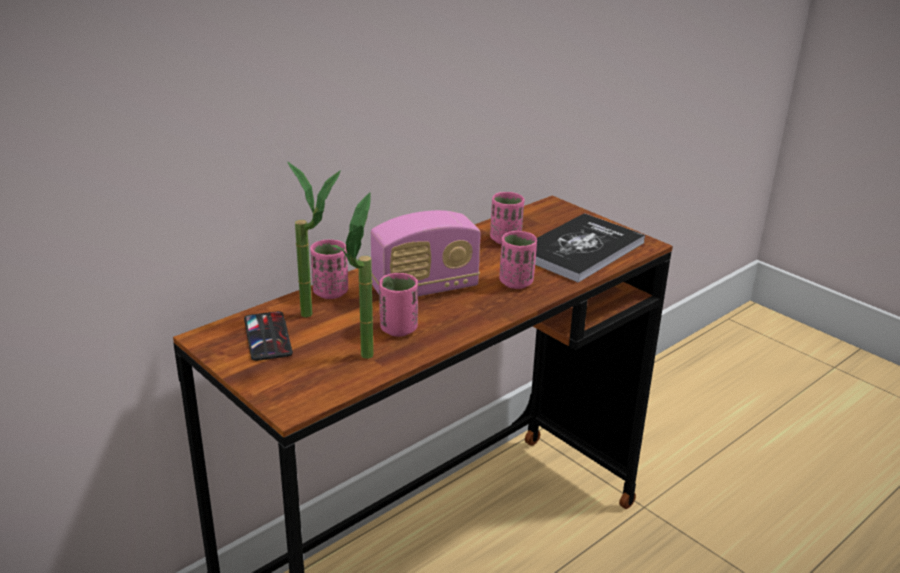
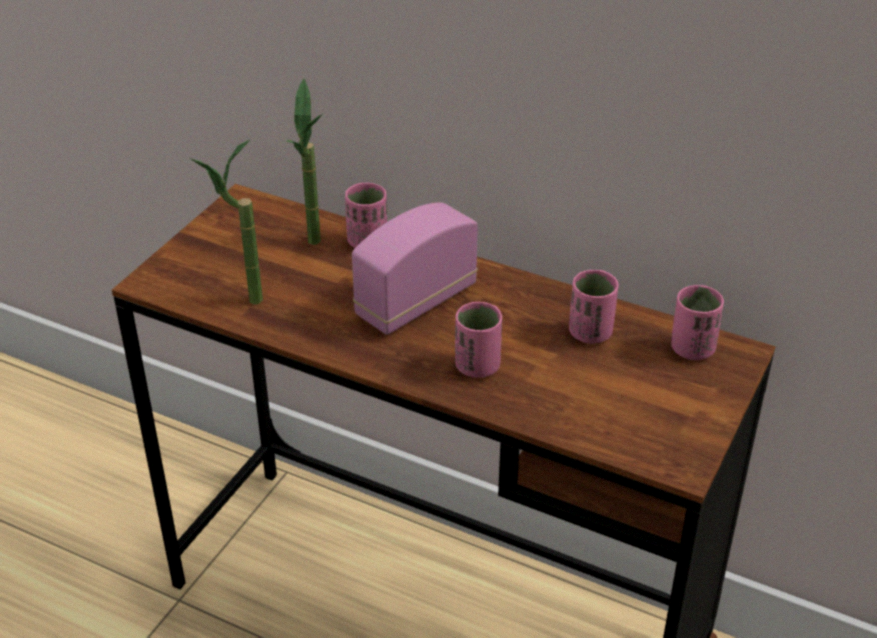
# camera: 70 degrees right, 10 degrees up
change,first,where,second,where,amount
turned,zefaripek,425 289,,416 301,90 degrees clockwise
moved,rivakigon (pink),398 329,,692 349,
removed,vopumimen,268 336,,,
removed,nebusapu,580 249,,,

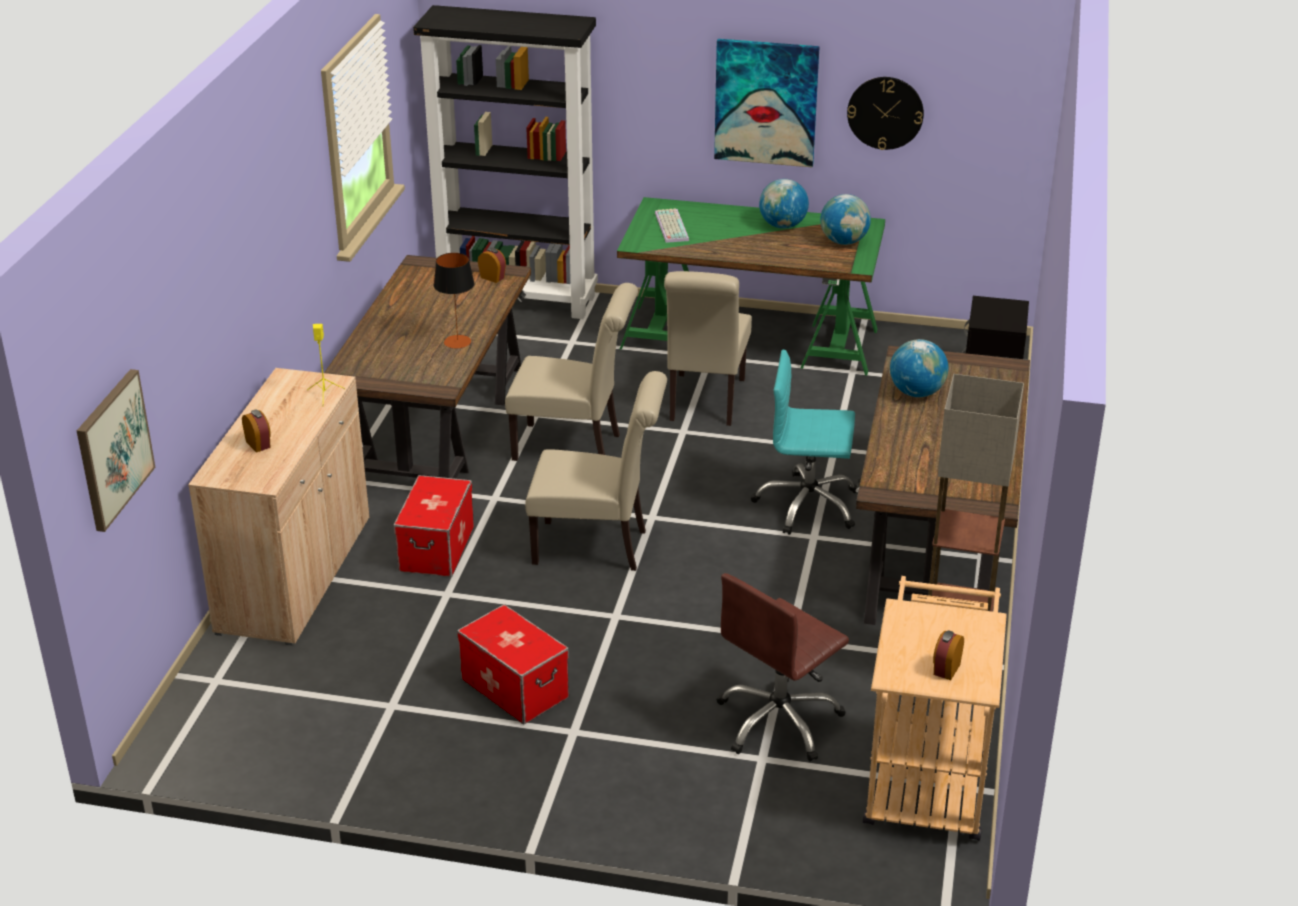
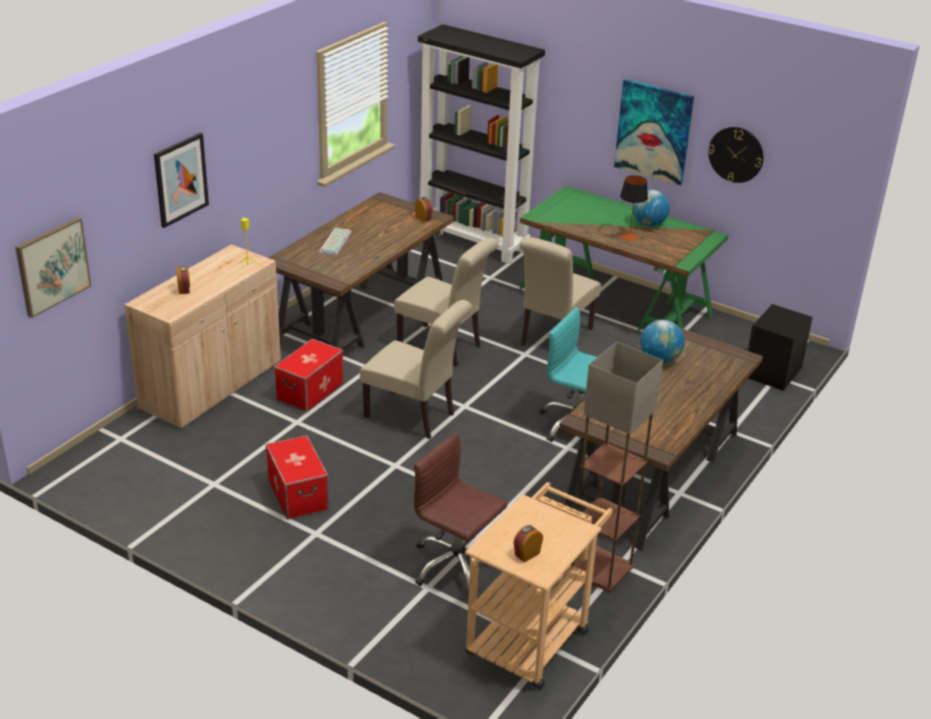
# camera: 20 degrees right, 0 degrees up
change,first,where,second,where,amount
added,,,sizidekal,180 179,
moved,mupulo,670 226,,334 242,
turned,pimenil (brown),779 721,,456 566,60 degrees clockwise
moved,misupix,457 342,,629 236,
removed,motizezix,844 242,,,

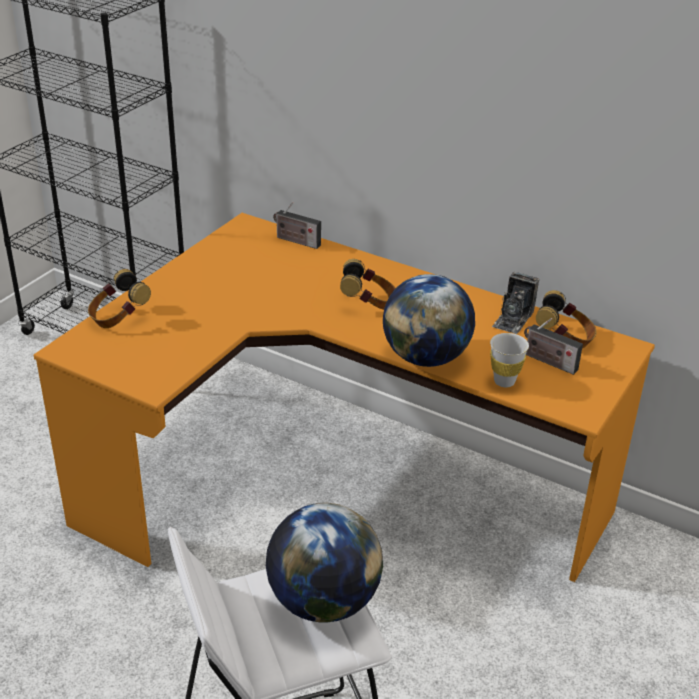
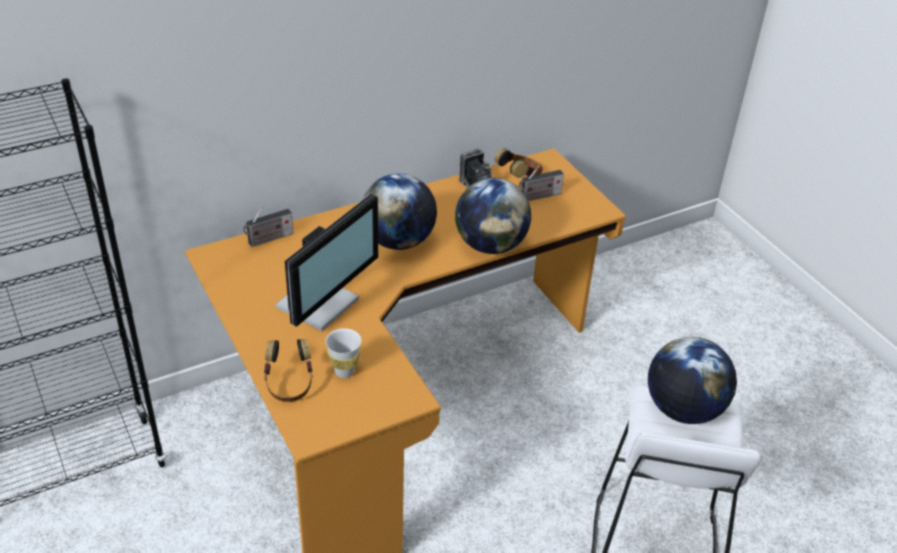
# camera: 60 degrees left, 5 degrees up
change,first,where,second,where,amount
added,,,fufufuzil,321 304,
moved,rivakigon (white),504 381,,344 371,
replaced,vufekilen,369 304,motizezix,398 241,

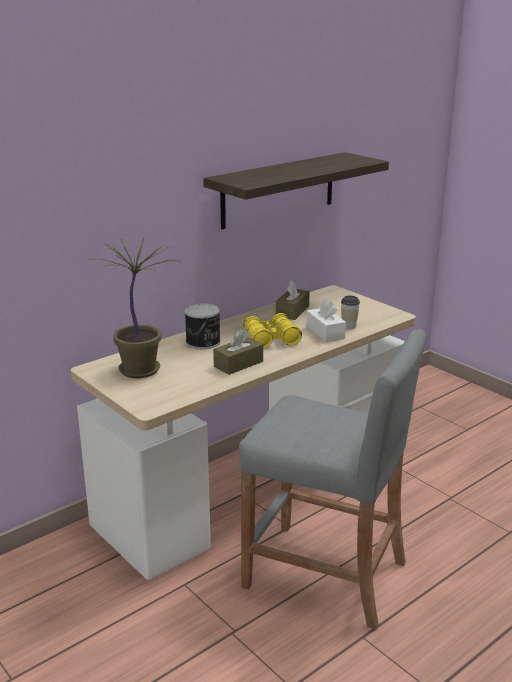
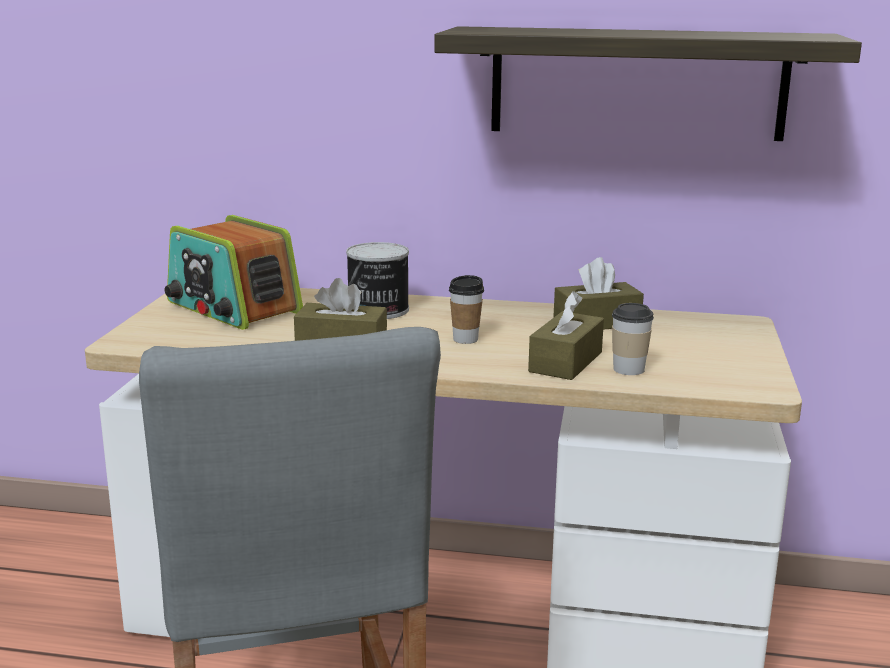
# camera: 50 degrees right, 5 degrees down
change,first,where,second,where,amount
replaced,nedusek,141 370,zefaripek,233 308,
replaced,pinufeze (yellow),271 339,rivakigon,465 339,
recoloured,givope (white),325 332,givope (brown),565 362,

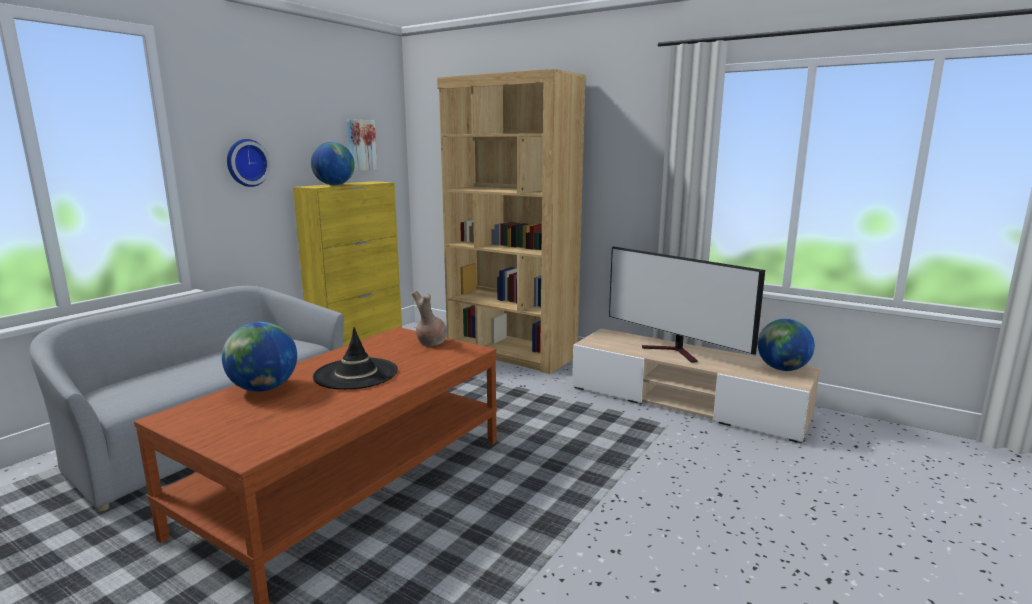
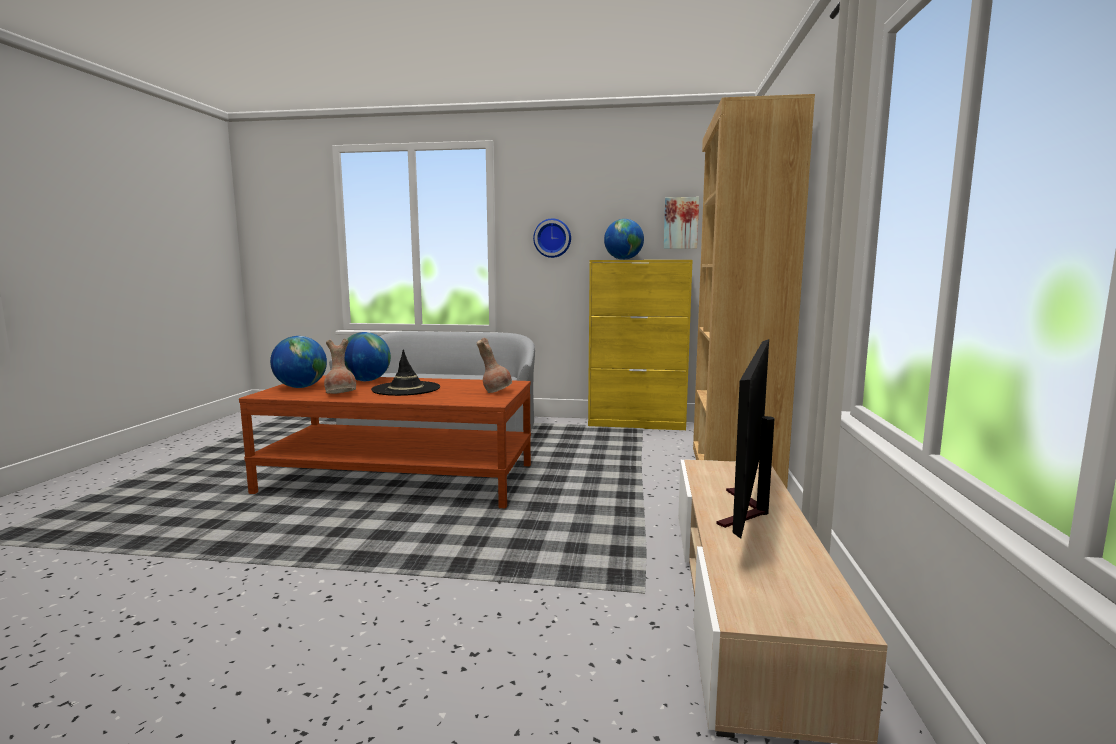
# camera: 65 degrees right, 5 degrees down
change,first,where,second,where,amount
moved,motizezix,782 369,,300 387,
added,,,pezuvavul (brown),341 394,

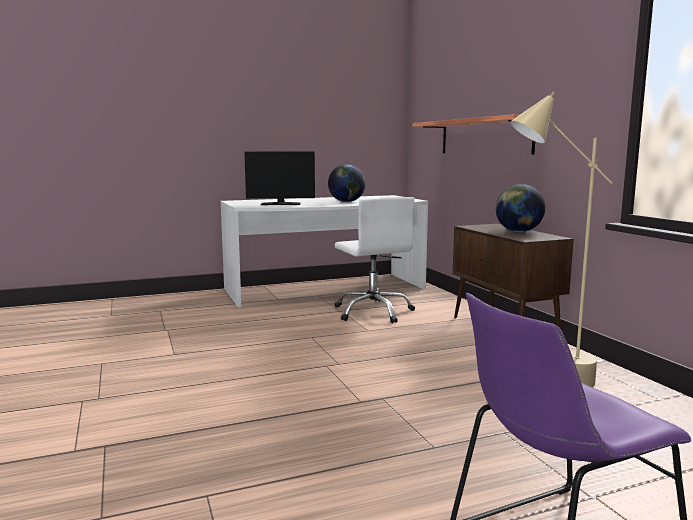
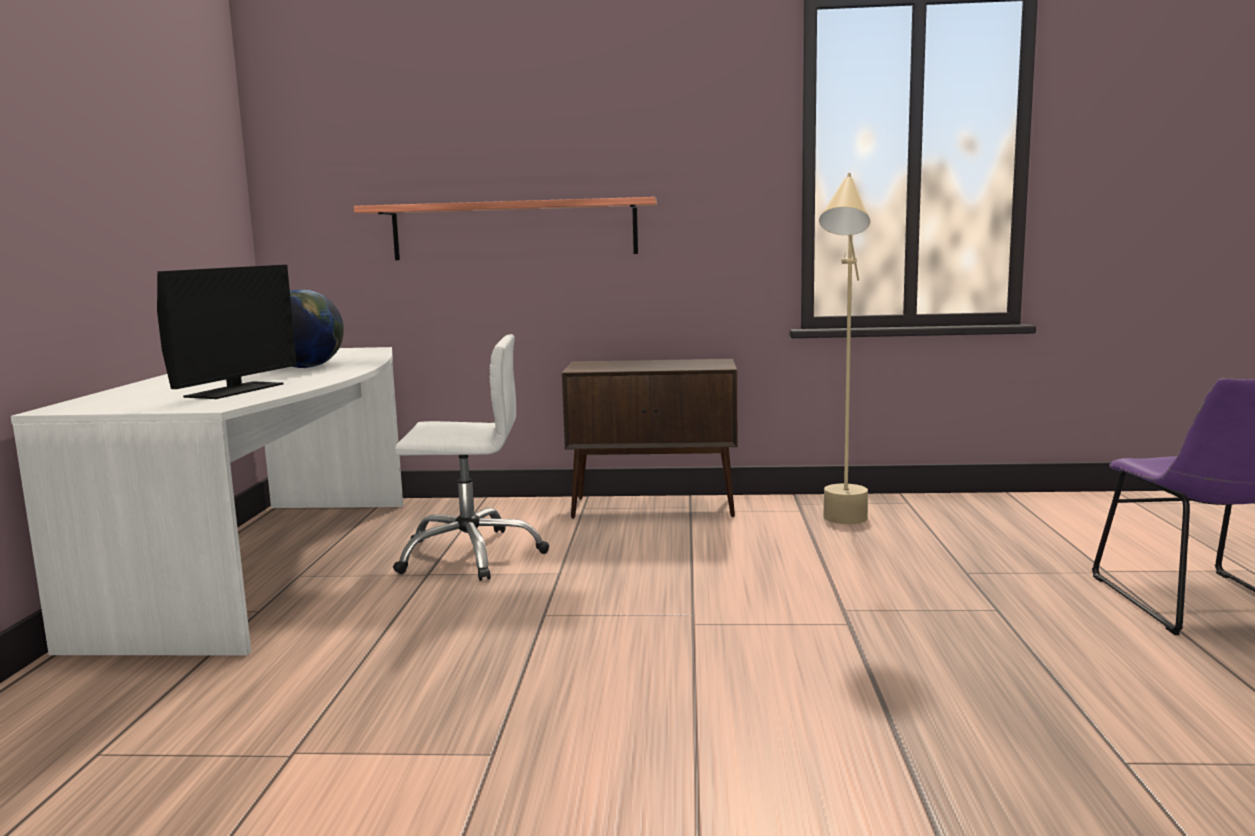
# camera: 65 degrees left, 0 degrees up
change,first,where,second,where,amount
removed,motizezix,518 231,,,

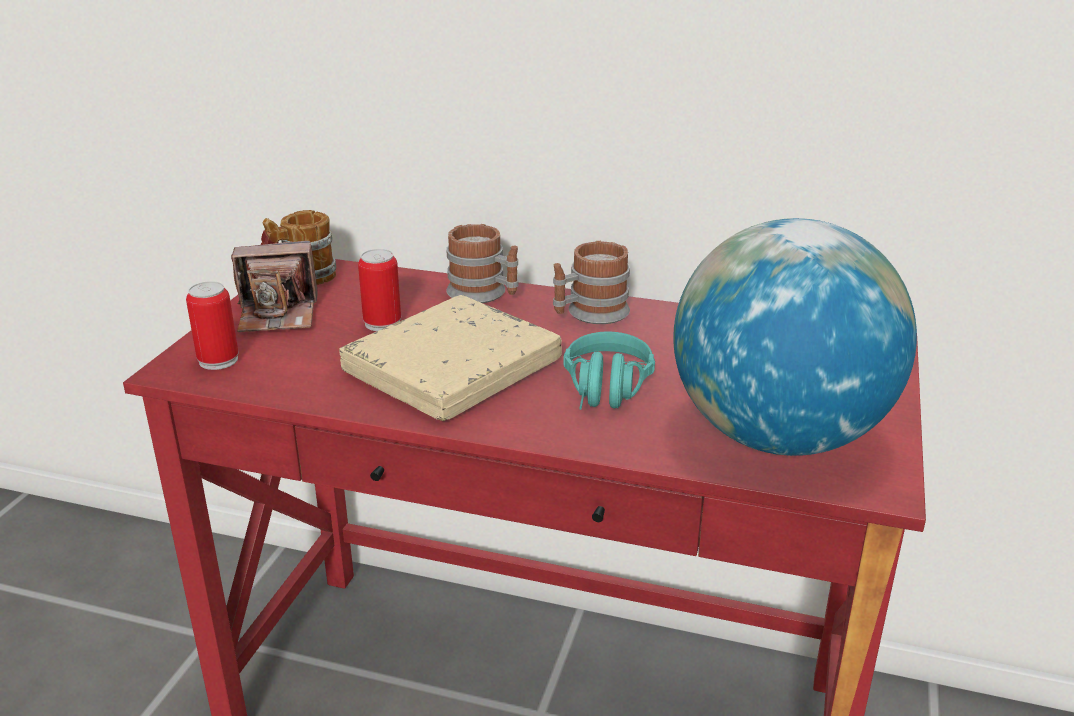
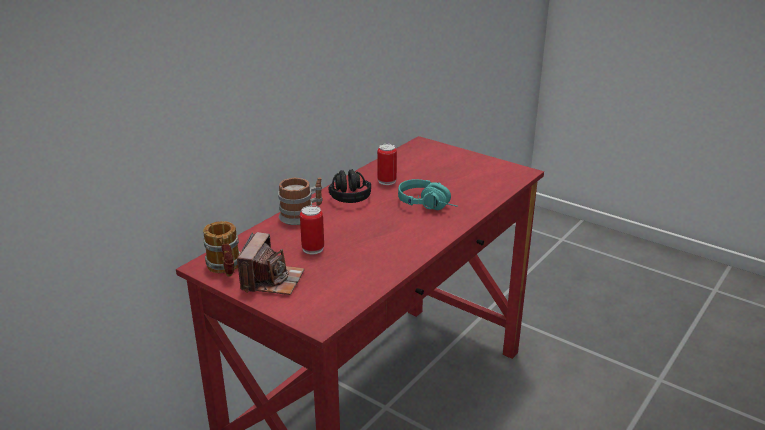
# camera: 70 degrees left, 0 degrees up
change,first,where,second,where,amount
replaced,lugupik,589 314,vufekilen (black),348 193,
moved,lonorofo,218 360,,387 181,
removed,nebusapu (beige),453 367,,,
removed,motizezix,777 436,,,

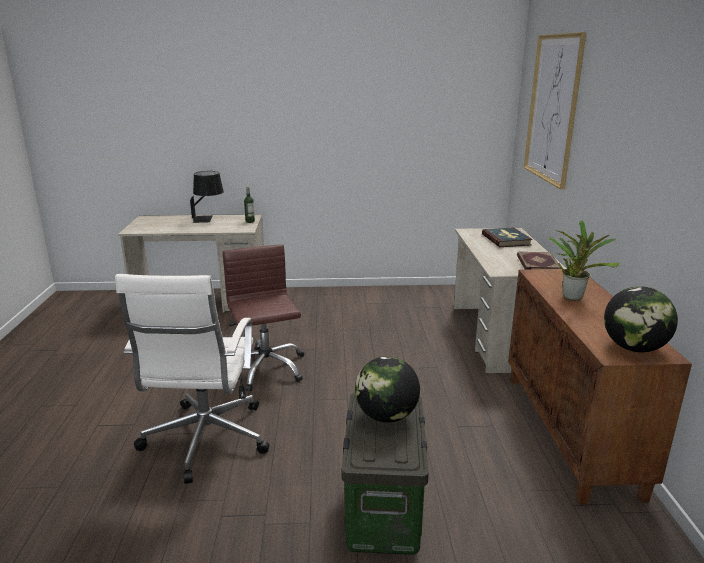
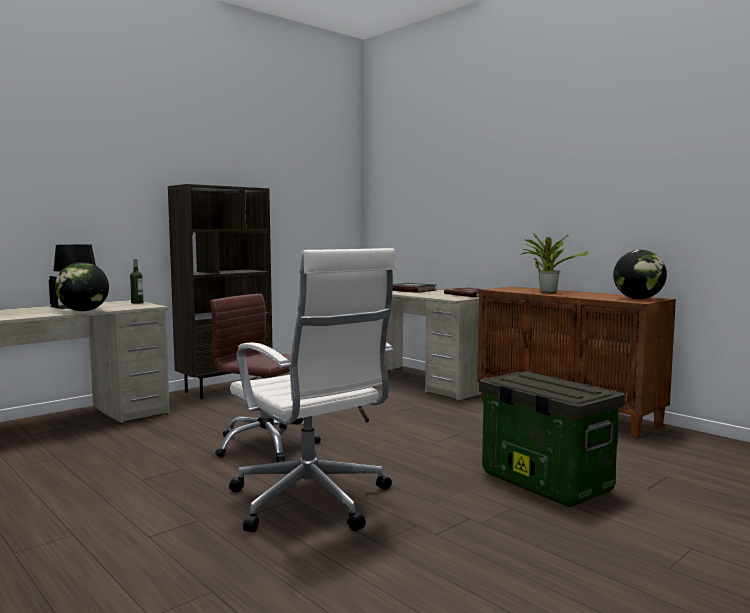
# camera: 40 degrees left, 15 degrees down
change,first,where,second,where,amount
moved,motizezix,386 416,,83 311,
added,,,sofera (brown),225 388,
removed,sizidekal,552 109,,,

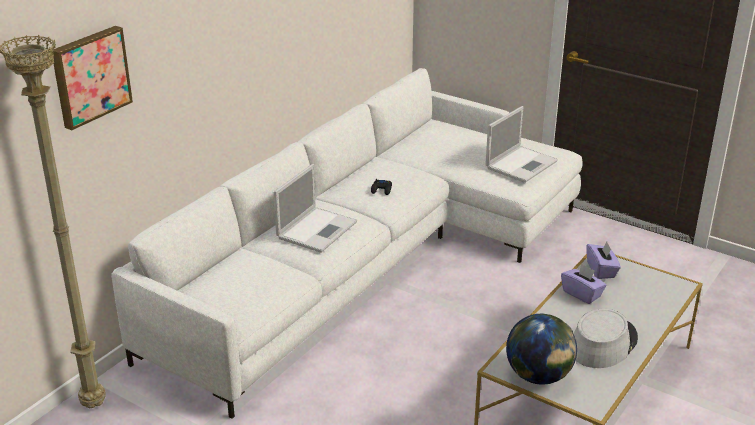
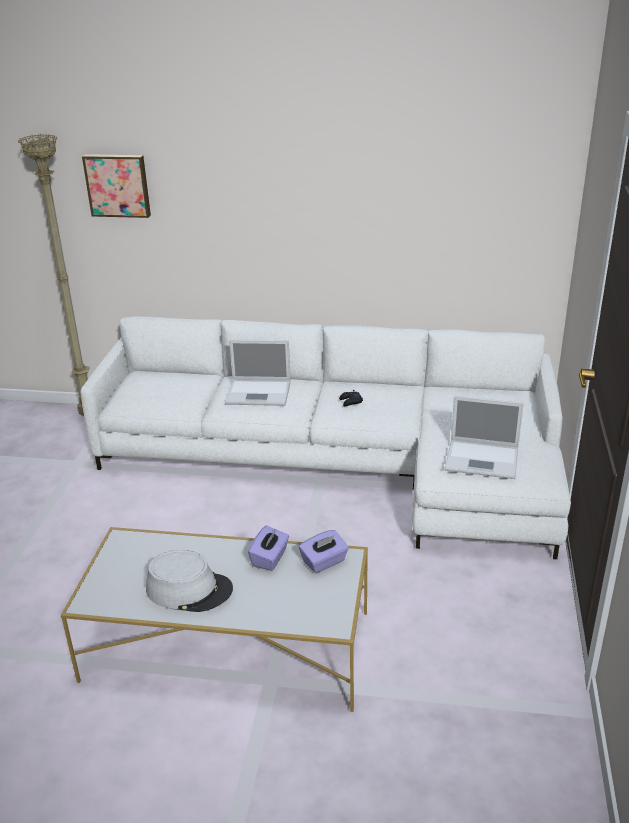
# camera: 65 degrees right, 0 degrees up
change,first,where,second,where,amount
removed,motizezix,538 376,,,

